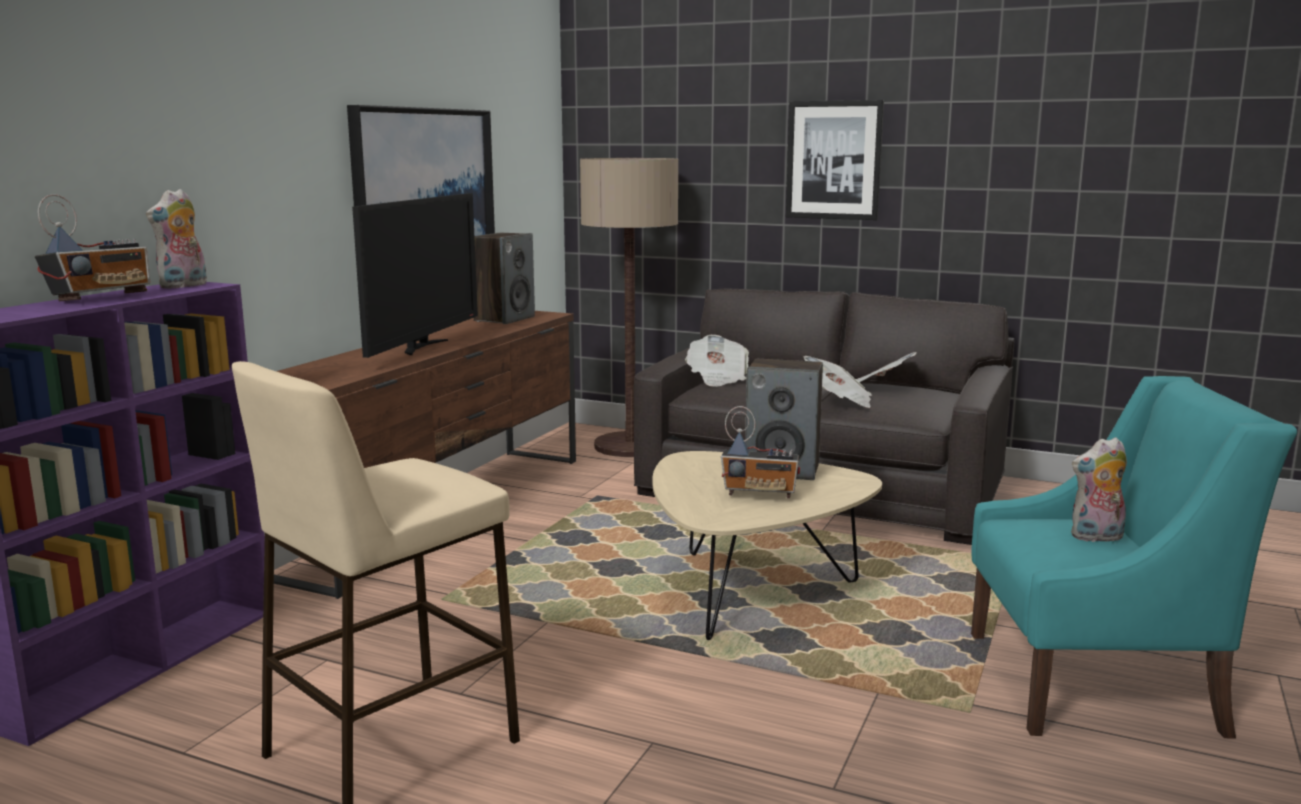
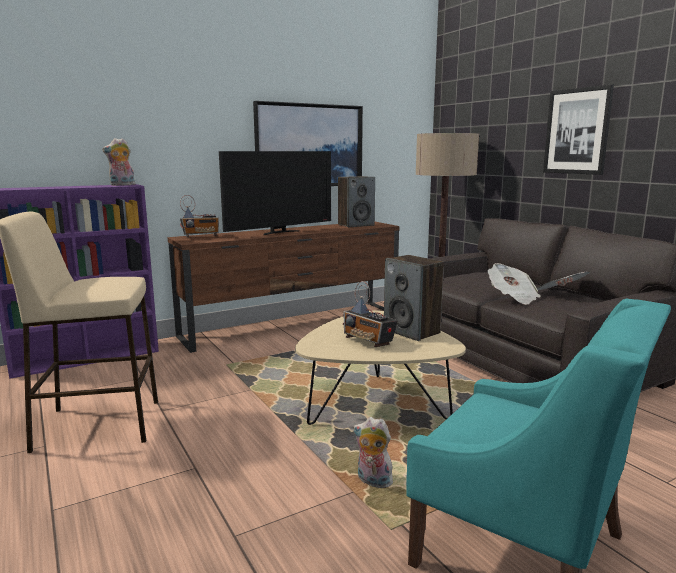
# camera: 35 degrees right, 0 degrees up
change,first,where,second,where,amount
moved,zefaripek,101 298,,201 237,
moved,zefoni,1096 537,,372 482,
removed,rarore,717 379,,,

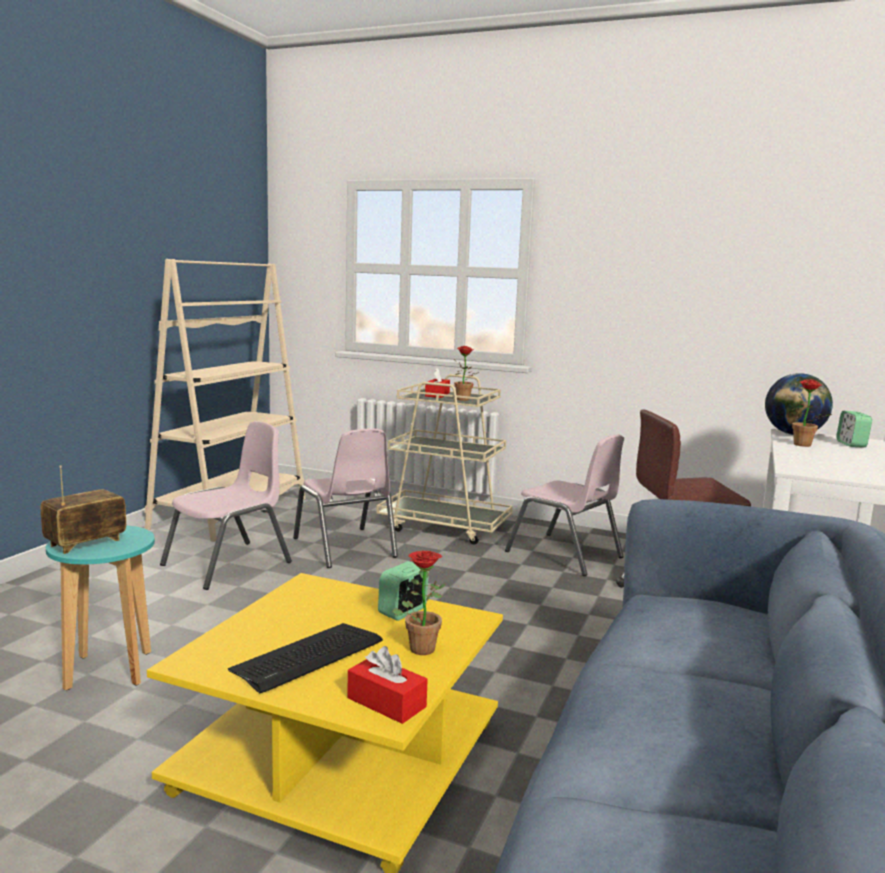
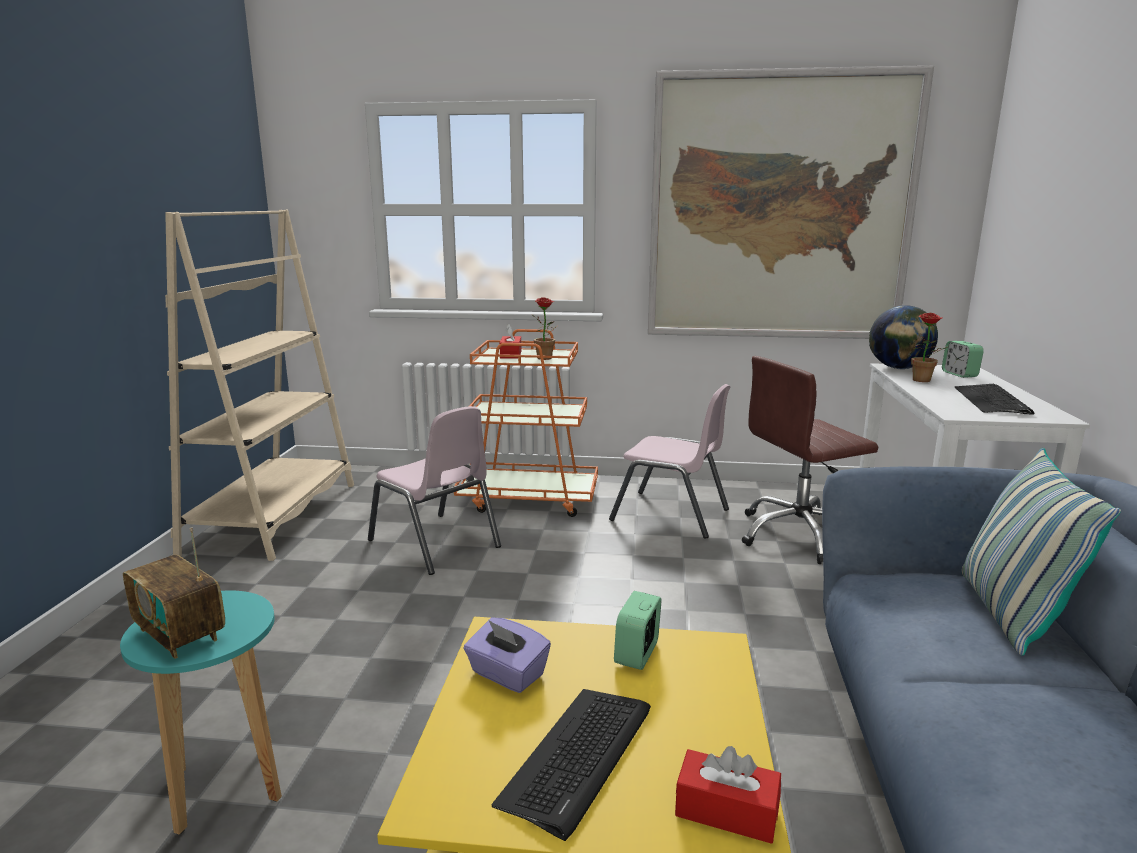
# camera: 15 degrees left, 5 degrees up
change,first,where,second,where,amount
turned,zefaripek,86 543,,180 634,75 degrees counterclockwise
recoloured,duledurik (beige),445 527,duledurik (orange),529 499,
added,,,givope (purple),507 674,
added,,,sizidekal,778 209,
added,,,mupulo,992 401,
added,,,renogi,1010 614,
removed,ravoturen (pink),228 564,,,
removed,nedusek,420 646,,,

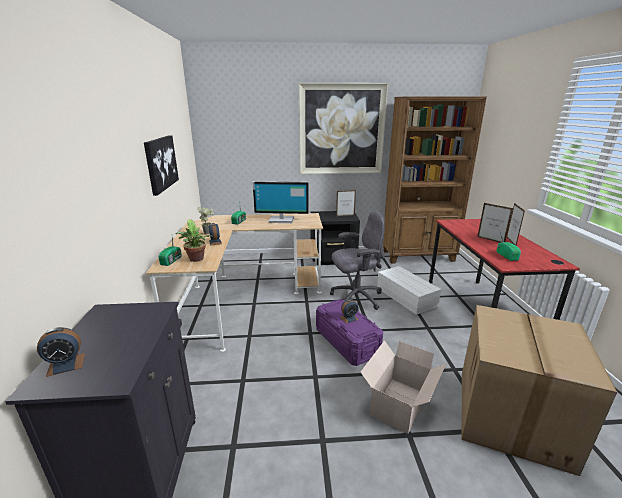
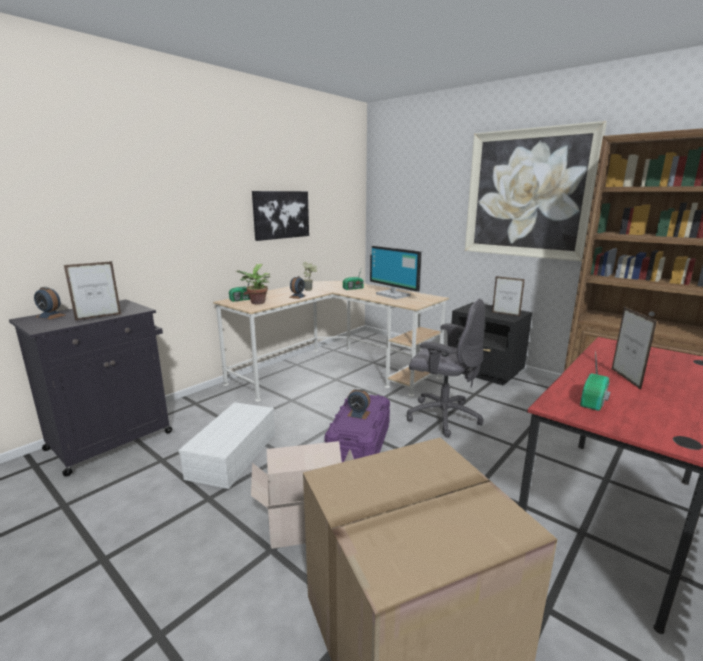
# camera: 45 degrees right, 5 degrees down
change,first,where,second,where,amount
moved,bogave,511 242,,99 317,
moved,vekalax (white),407 297,,233 456,

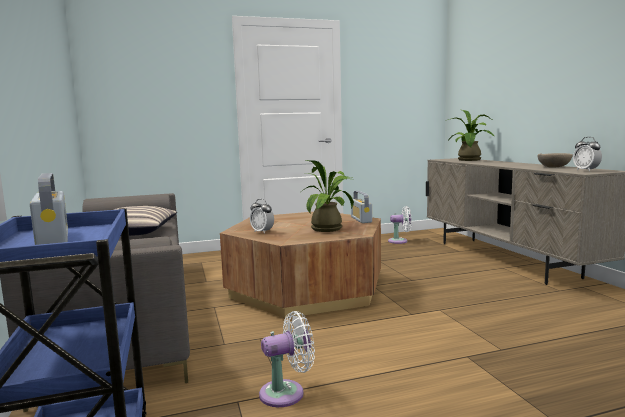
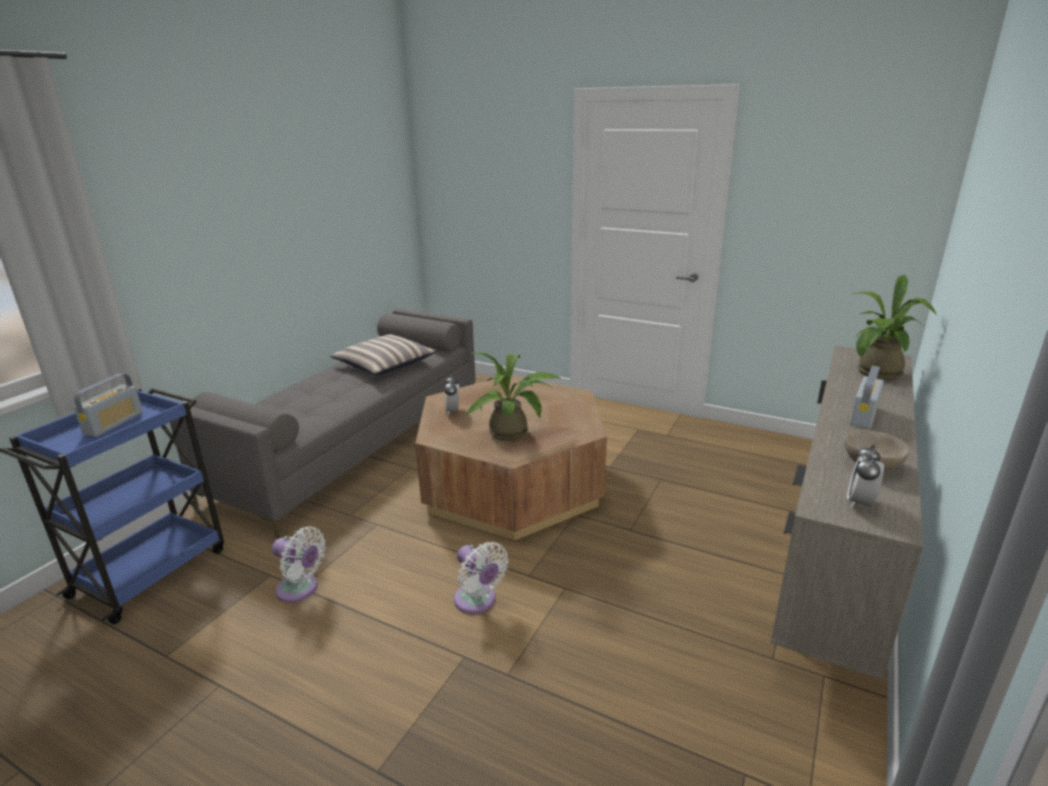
# camera: 45 degrees right, 15 degrees up
change,first,where,second,where,amount
moved,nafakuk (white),400 241,,477 601,
moved,zefaripek,361 219,,863 416,

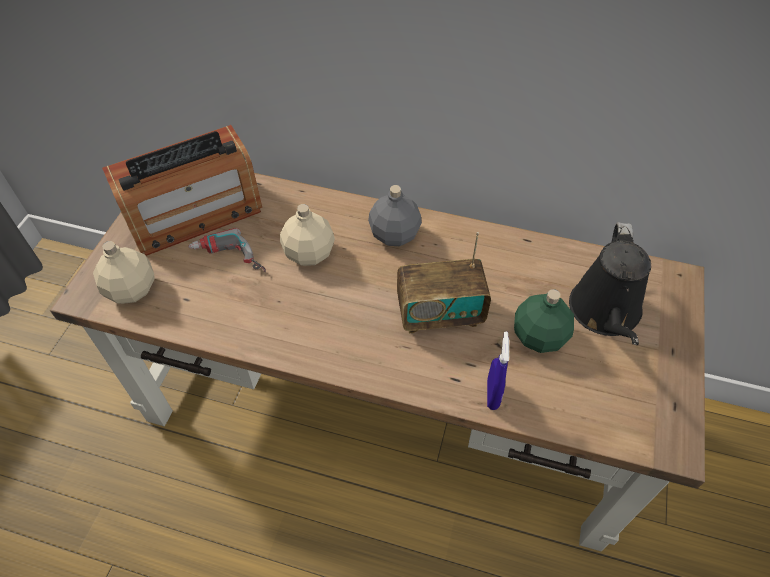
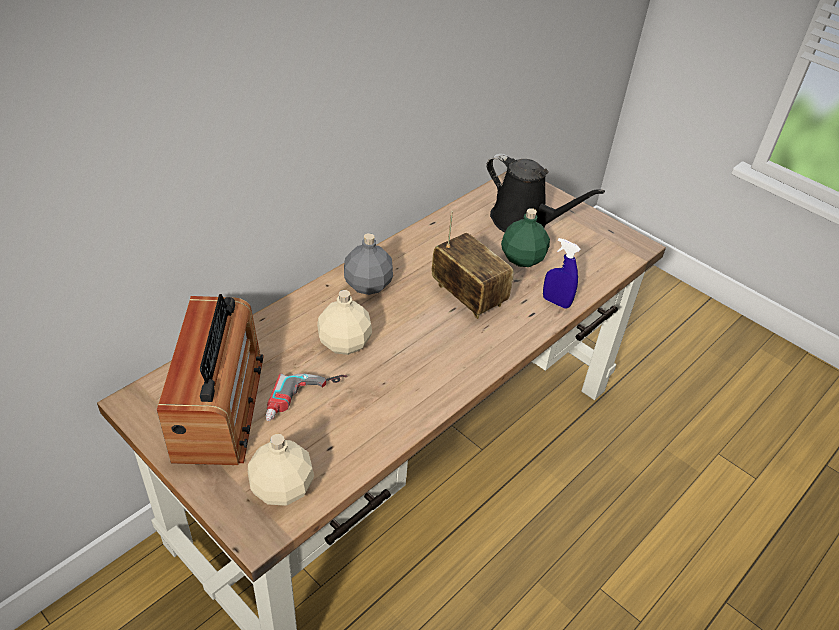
# camera: 65 degrees left, 10 degrees down
change,first,where,second,where,amount
turned,zefaripek,439 314,,468 296,60 degrees counterclockwise

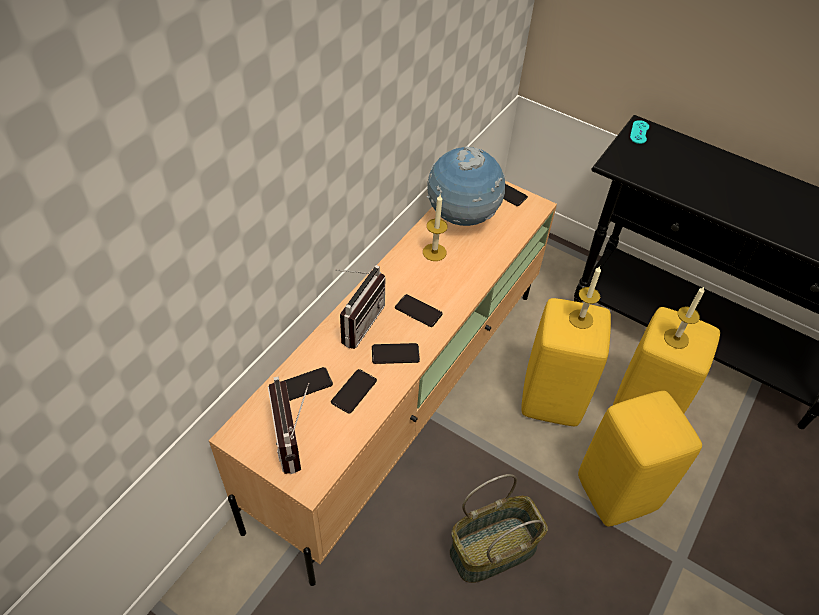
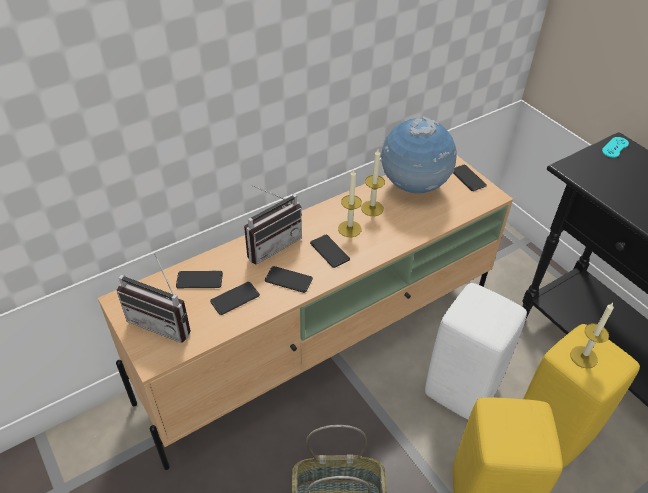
# camera: 25 degrees right, 5 degrees down
change,first,where,second,where,amount
turned,zefaripek,296 440,,164 321,75 degrees counterclockwise
moved,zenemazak,581 319,,349 229,
recoloured,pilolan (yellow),552 401,pilolan (white),461 391,

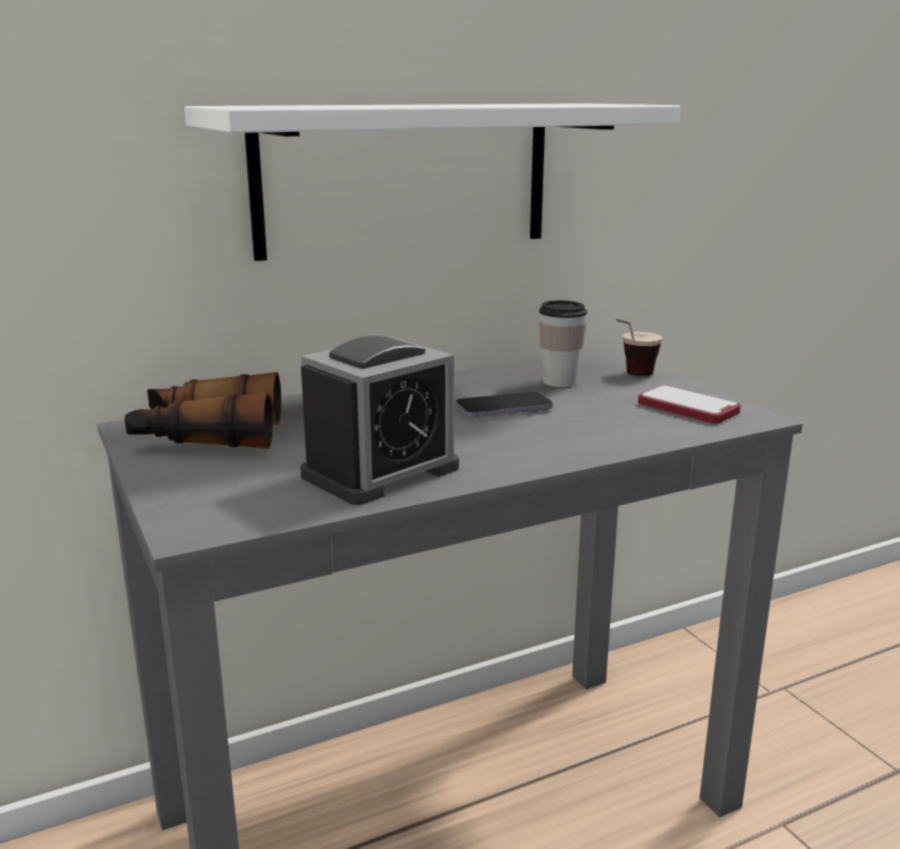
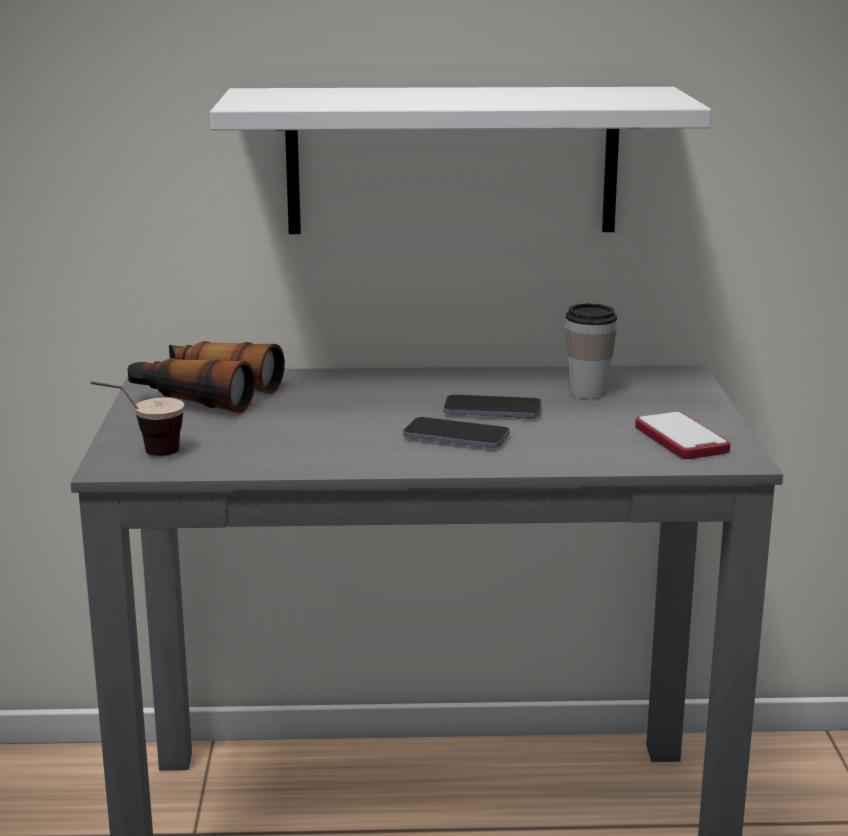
# camera: 25 degrees right, 0 degrees up
change,first,where,second,where,amount
moved,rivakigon,631 377,,142 454,
added,,,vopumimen,456 437,
removed,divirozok,380 472,,,

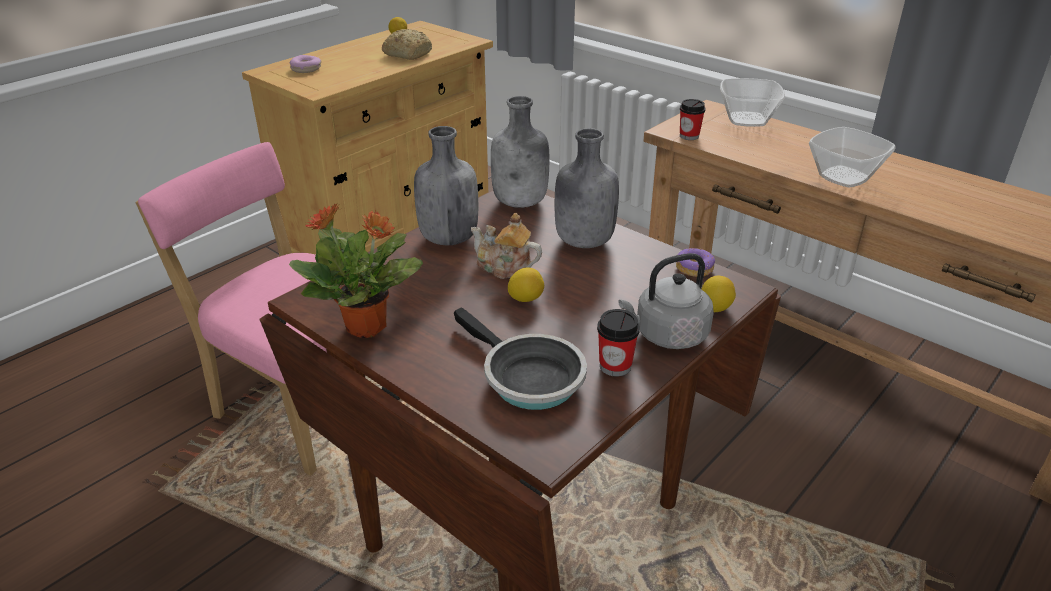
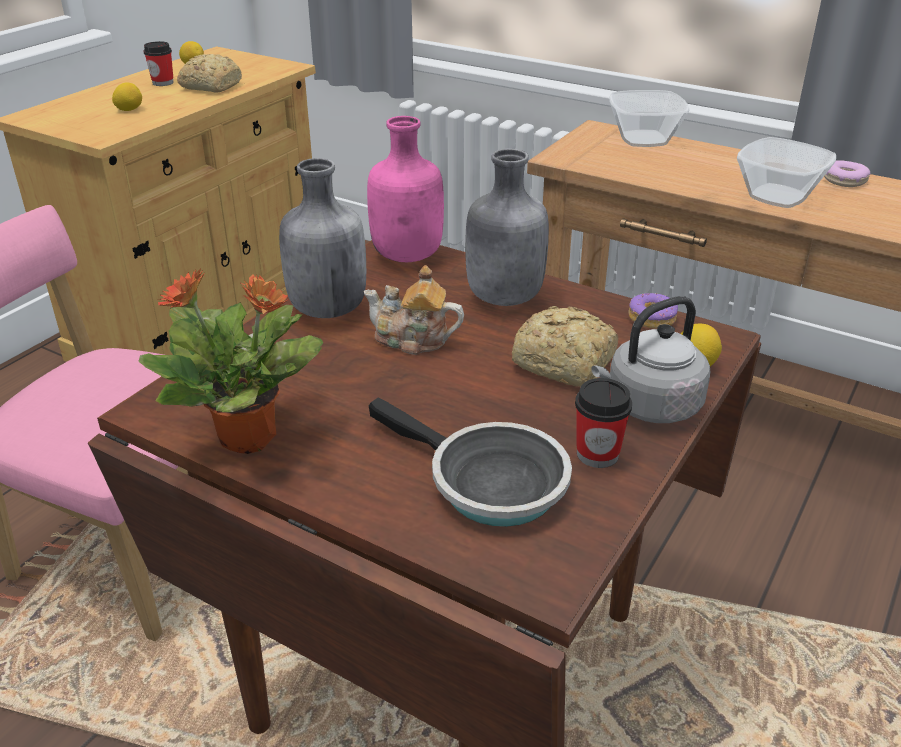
# camera: 10 degrees left, 0 degrees up
change,first,where,second,where,amount
moved,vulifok,525 299,,129 110,
moved,rivakigon,689 136,,163 83,
recoloured,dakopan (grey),521 202,dakopan (pink),409 256,
added,,,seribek,565 364,
moved,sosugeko,306 69,,844 180,

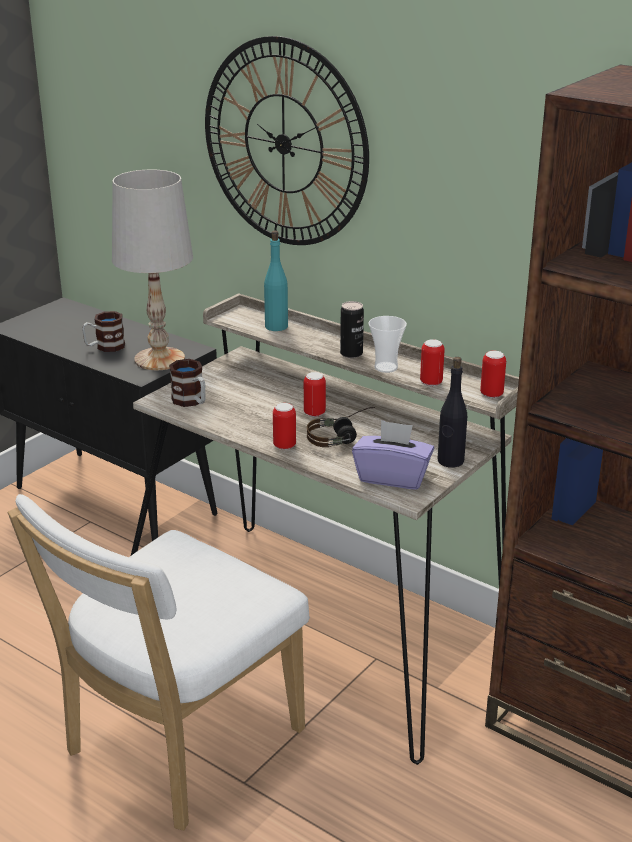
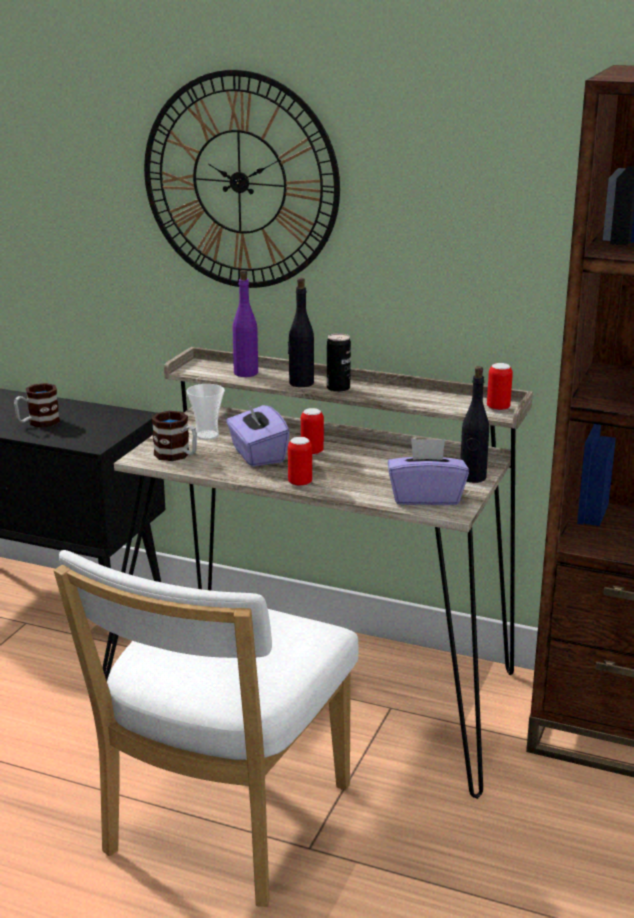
# camera: 15 degrees left, 5 degrees down
change,first,where,second,where,amount
moved,rivakigon,386 367,,207 435,
added,,,givope (purple),257 455,
recoloured,dakopan (turquoise),276 326,dakopan (purple),245 373,
added,,,dakopan (black),301 383,
removed,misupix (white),159 359,,,
removed,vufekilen,342 437,,,
removed,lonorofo,431 383,,,

